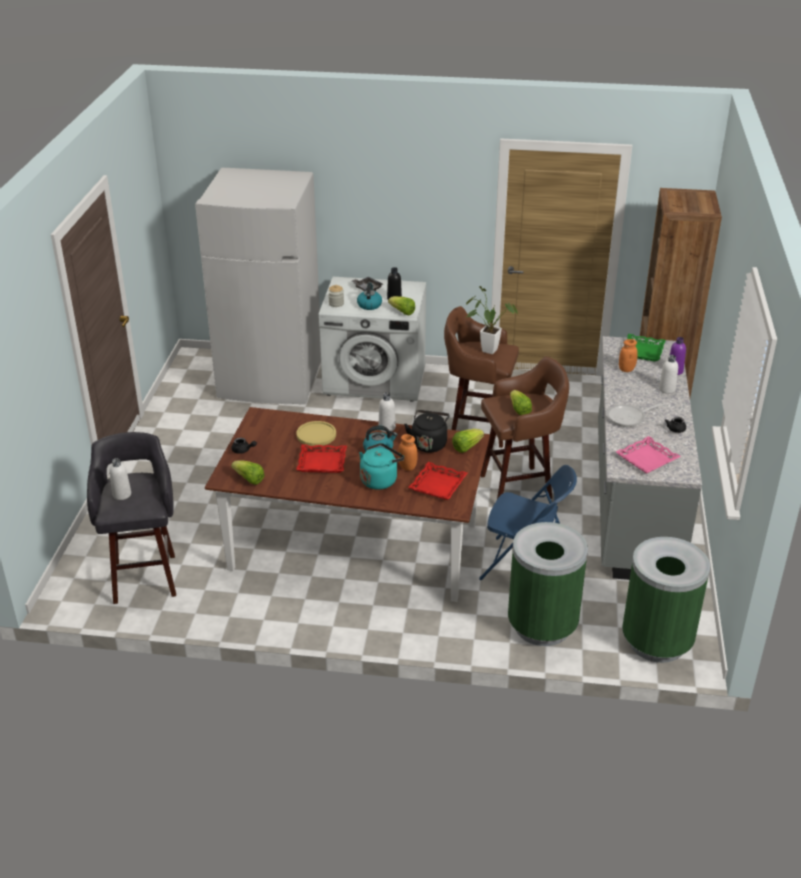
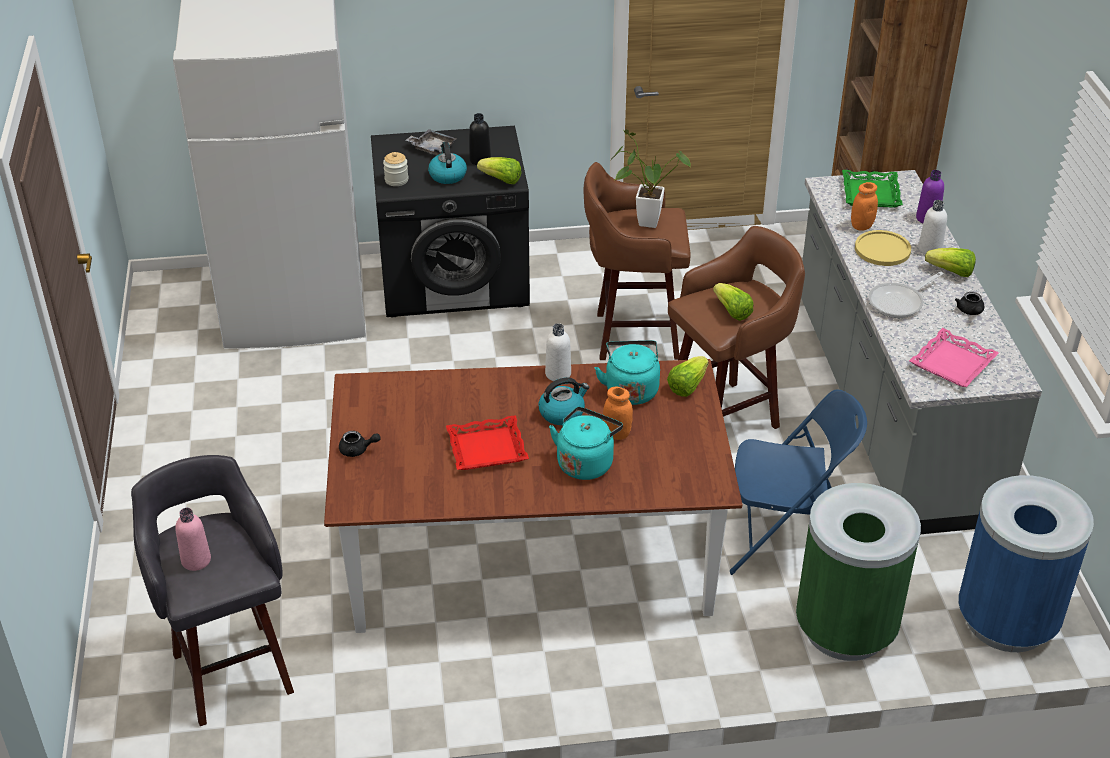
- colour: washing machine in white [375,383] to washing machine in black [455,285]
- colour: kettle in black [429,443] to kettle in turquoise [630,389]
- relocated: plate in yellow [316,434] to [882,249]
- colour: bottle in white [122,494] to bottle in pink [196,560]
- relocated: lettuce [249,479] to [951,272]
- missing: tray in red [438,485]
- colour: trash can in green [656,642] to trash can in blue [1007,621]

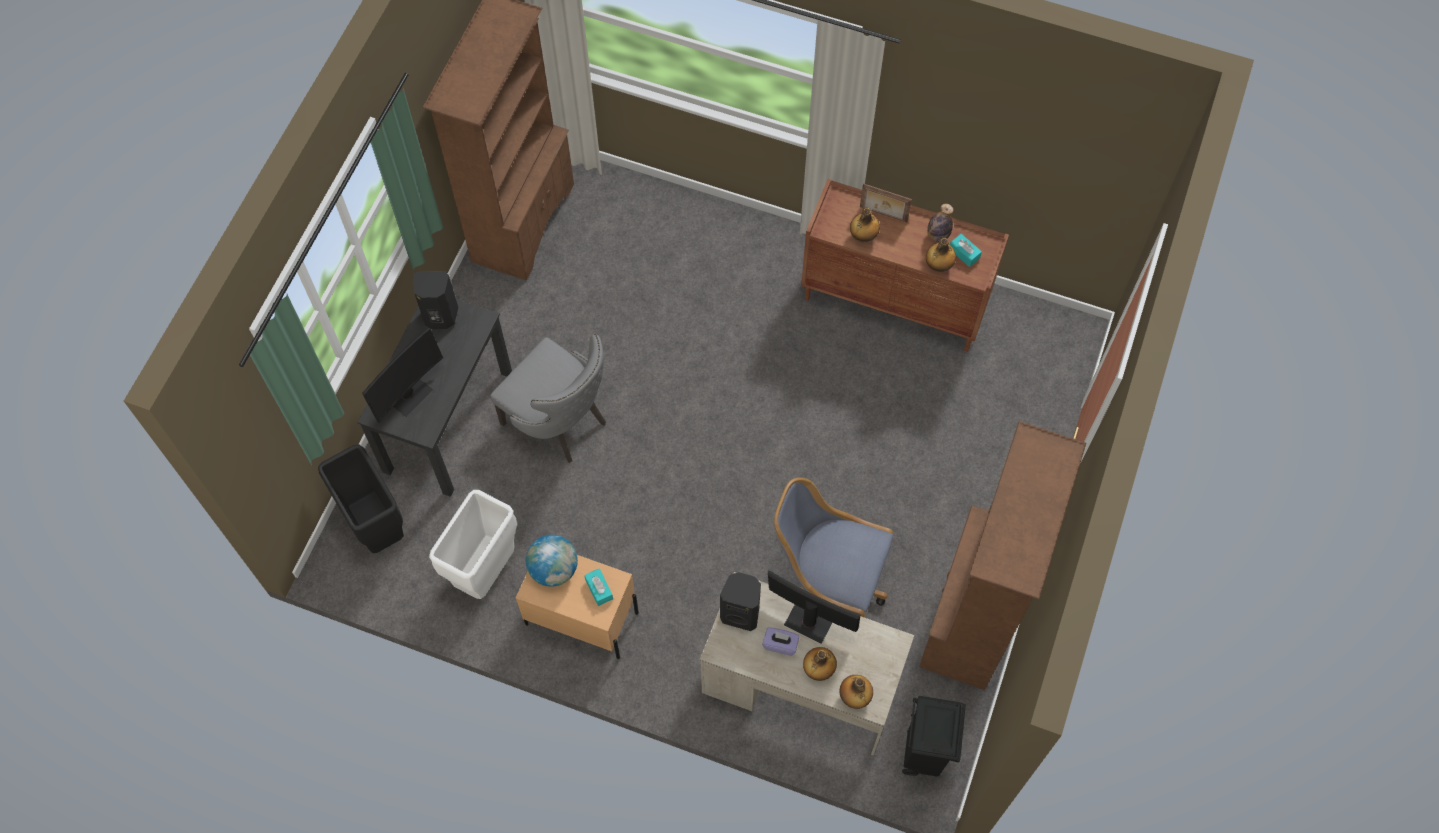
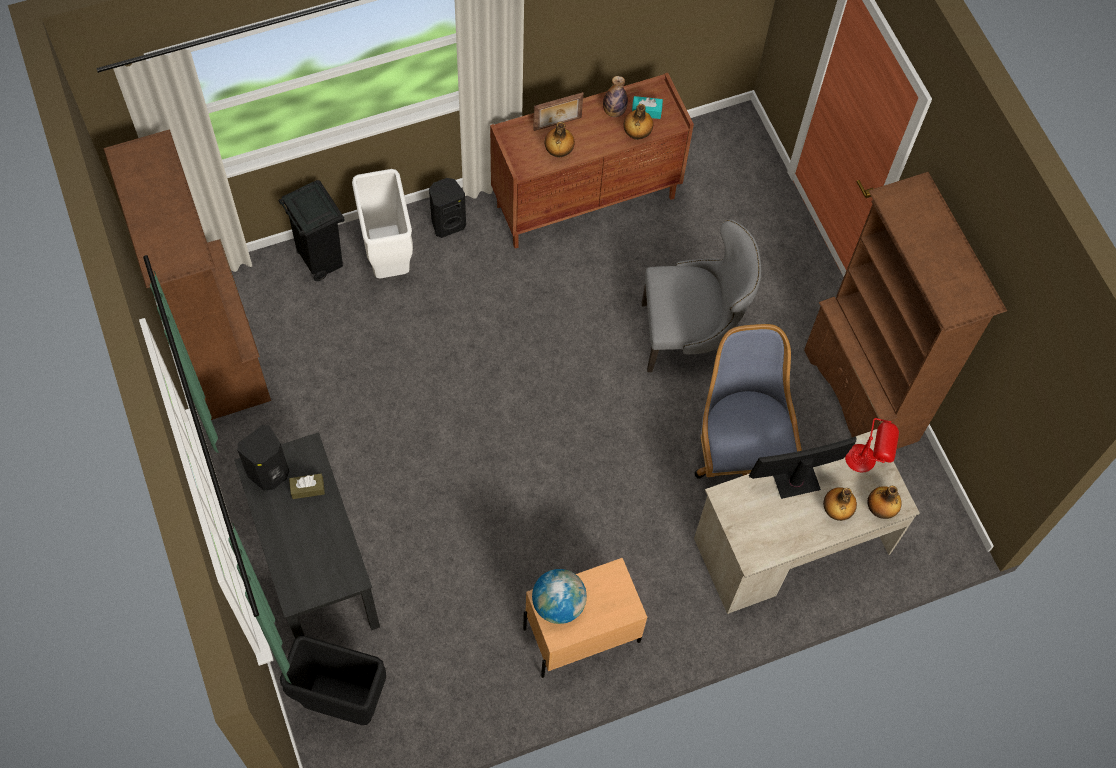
- missing: monitor [408,395]
- relocated: chair in grey [559,421] to [689,335]
- spun: office chair in blue [829,582] = [738,452] 105 degrees clockwise
- relocated: trash can in white [485,572] to [387,259]
- missing: tissue box in turquoise [599,589]
- relocated: speaker in black [741,613] to [447,223]
- missing: tissue box in purple [780,644]
- relocated: trash can in black [923,755] to [321,260]
- appeared: table lamp in red [867,459]
- appeared: tissue box in brown [307,489]

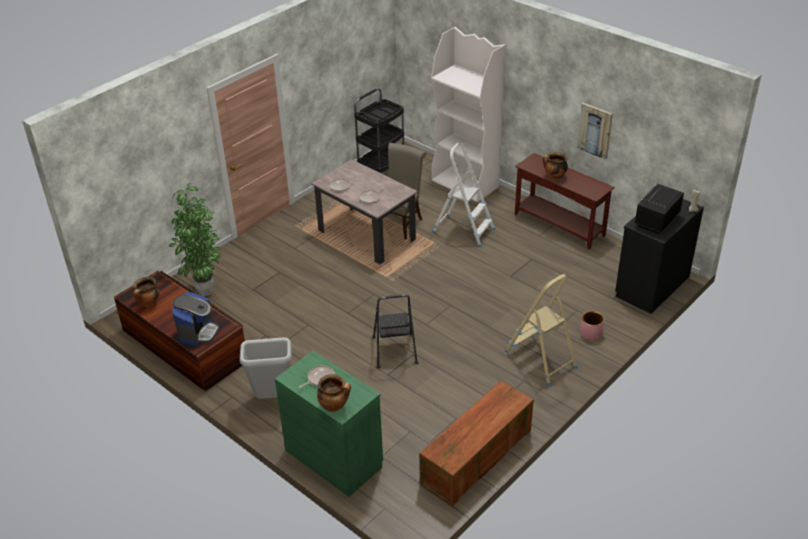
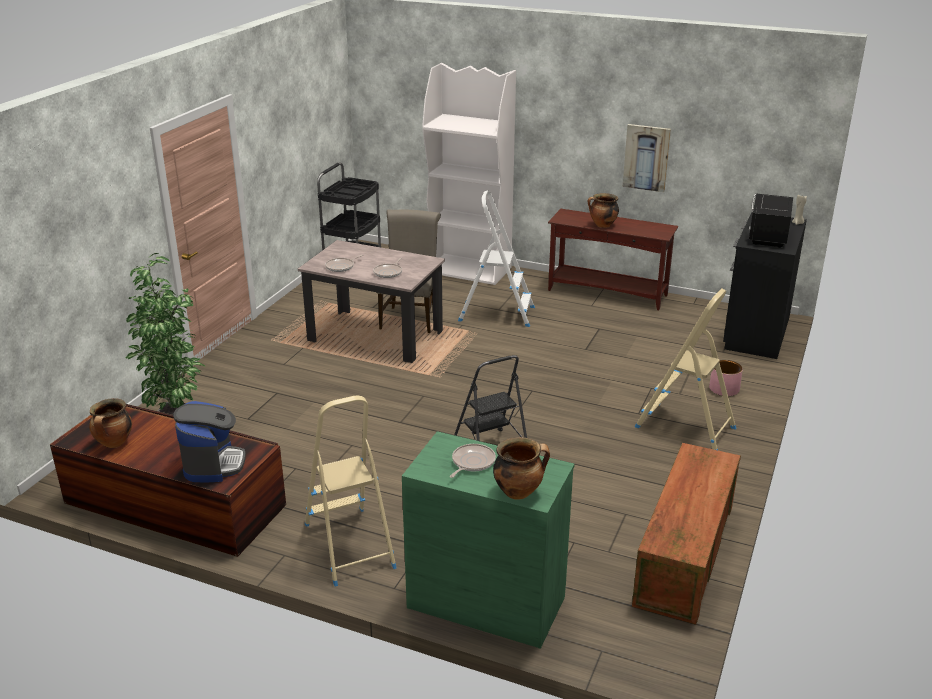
- exchanged: trash can in grey [272,398] to step ladder in beige [348,544]

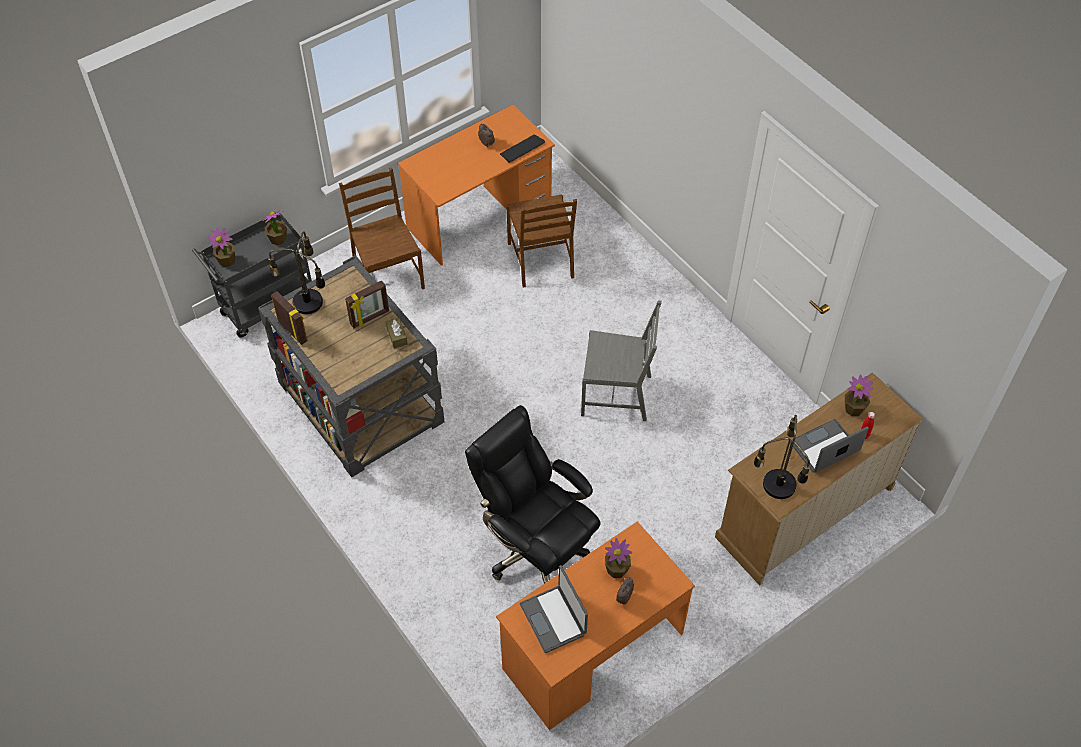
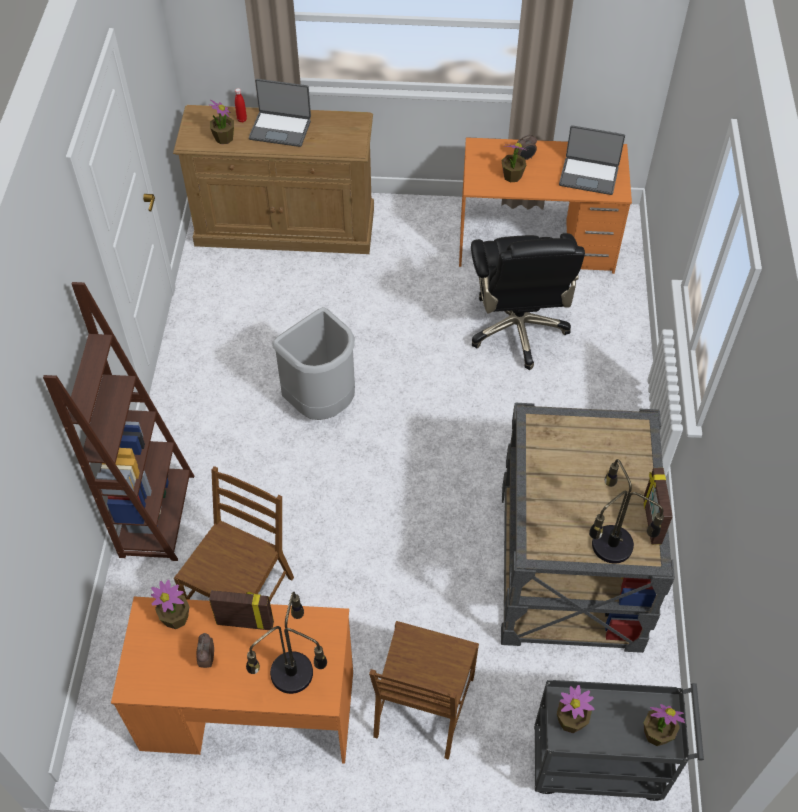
- exchanged: keyboard [522,149] to potted plant [176,618]
- relocated: picture frame [370,318] to [245,622]
- exchanged: chair in grey [617,394] to trash can in grey [322,404]
- missing: tissue box in brown [397,336]
- relocated: table lamp [778,484] to [292,674]
- spun: laptop [554,619] = [589,176] 90 degrees clockwise
- appeared: bookcase in brown [156,515]

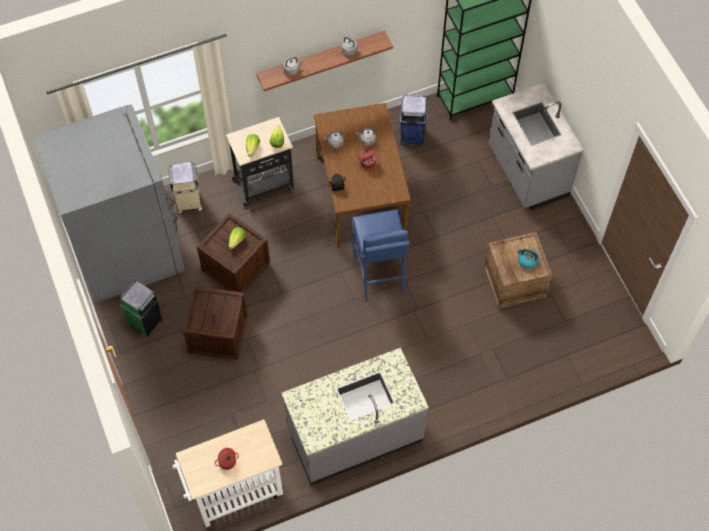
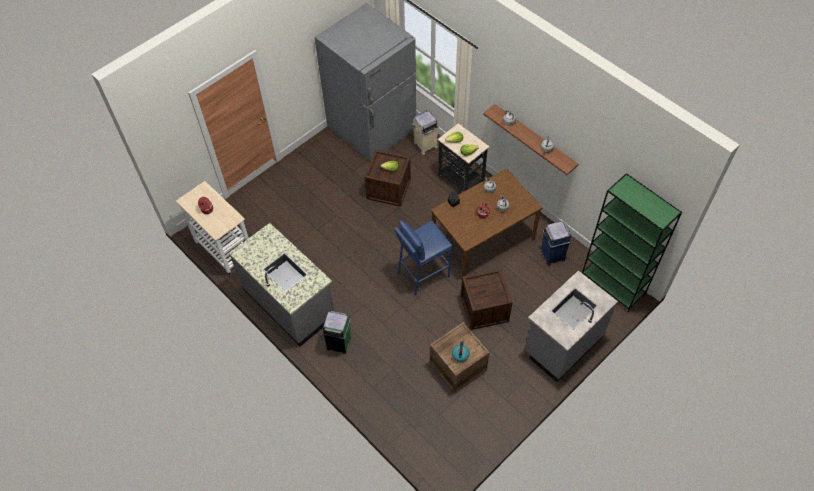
- relocated: trash can in green [145,321] to [339,343]
- relocated: crate [218,333] to [484,308]

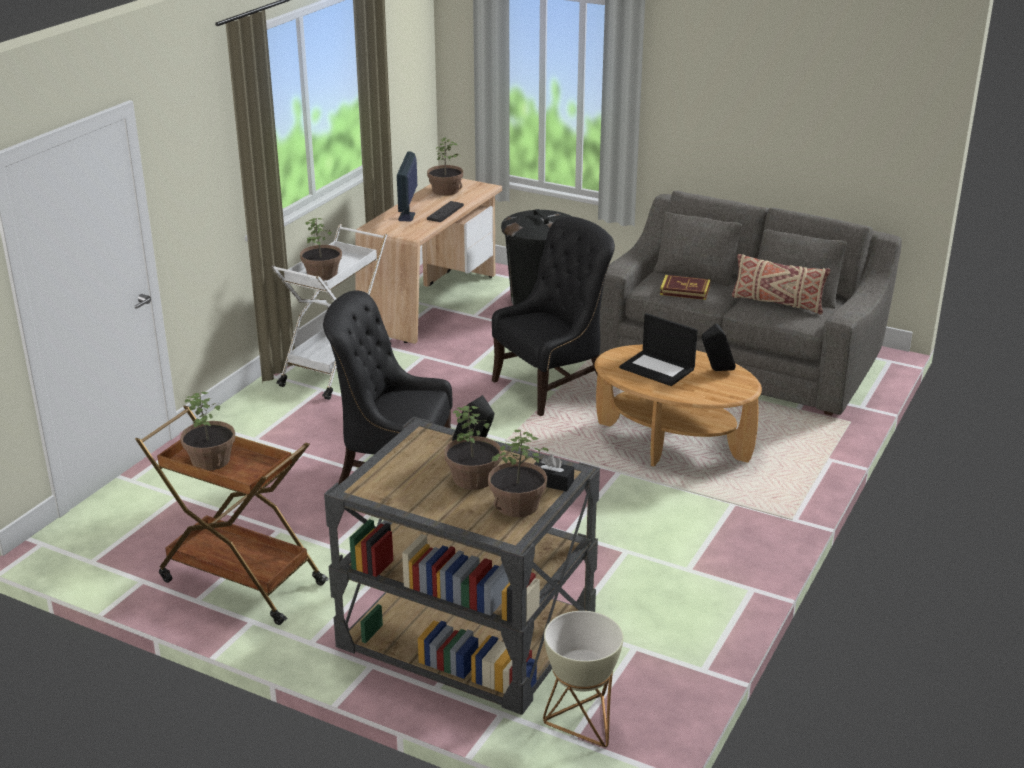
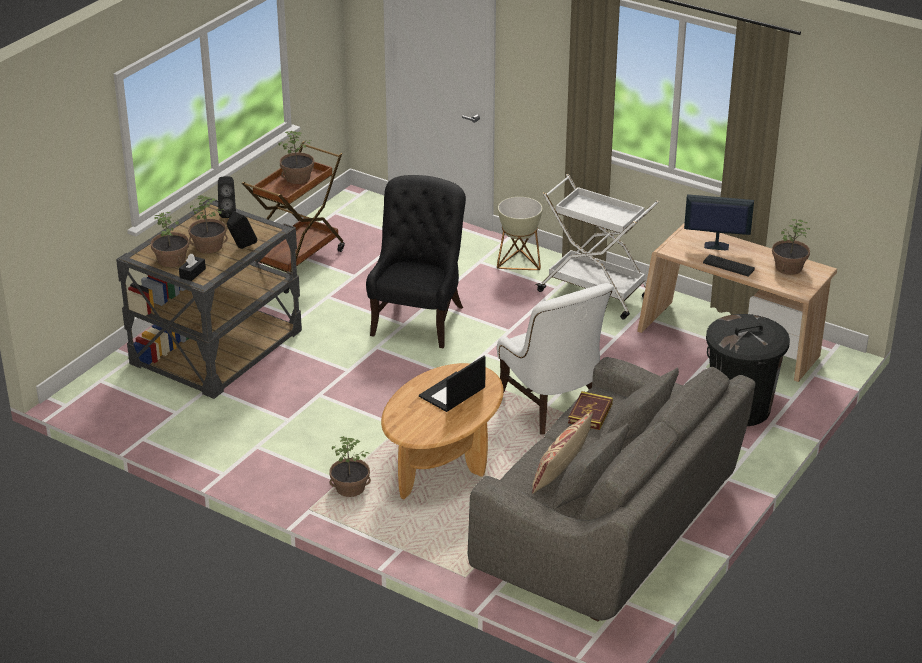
- colour: chair in black [553,386] to chair in white [554,404]
- relocated: potted plant [323,274] to [350,488]
- relocated: speaker in black [716,370] to [228,213]
- relocated: planter [581,721] to [519,262]

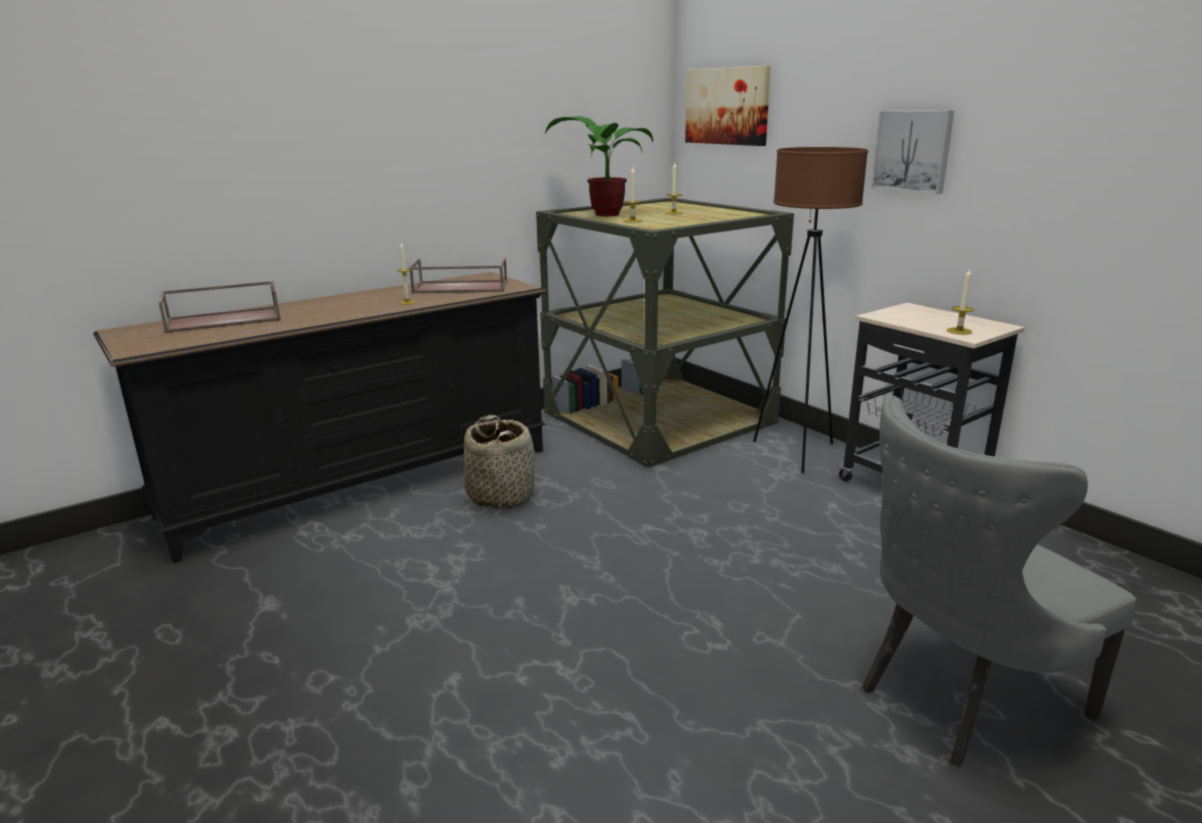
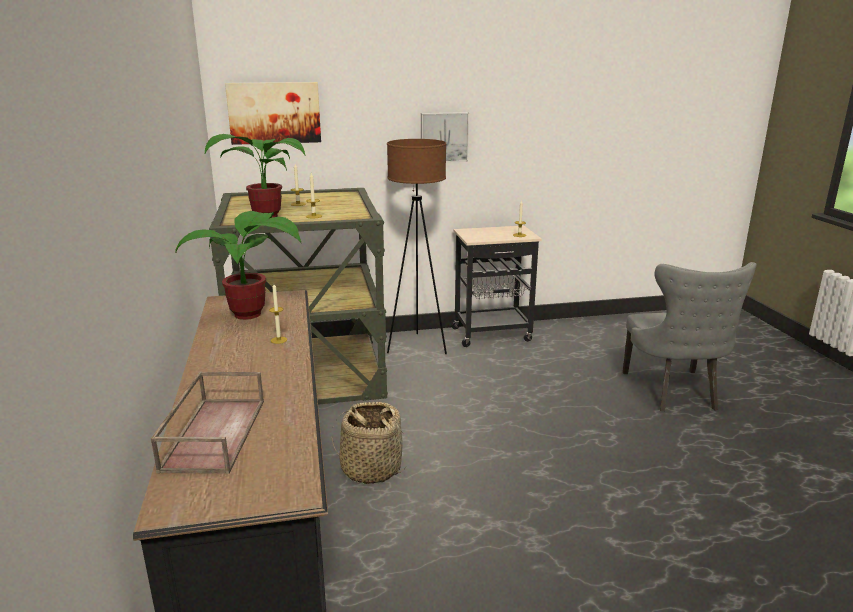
- exchanged: tray in brown [459,287] to potted plant [253,315]

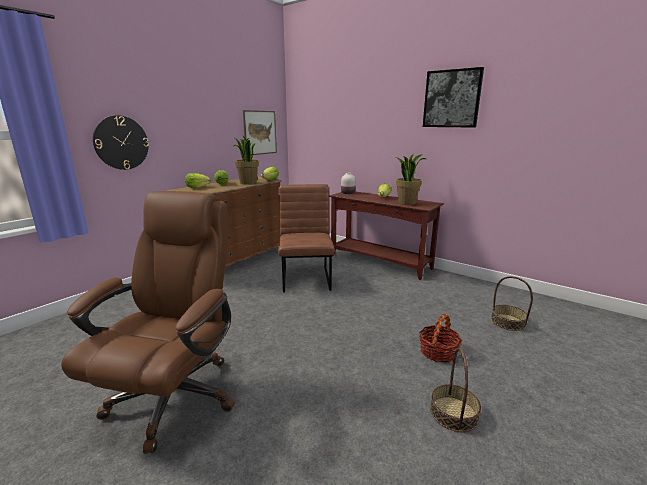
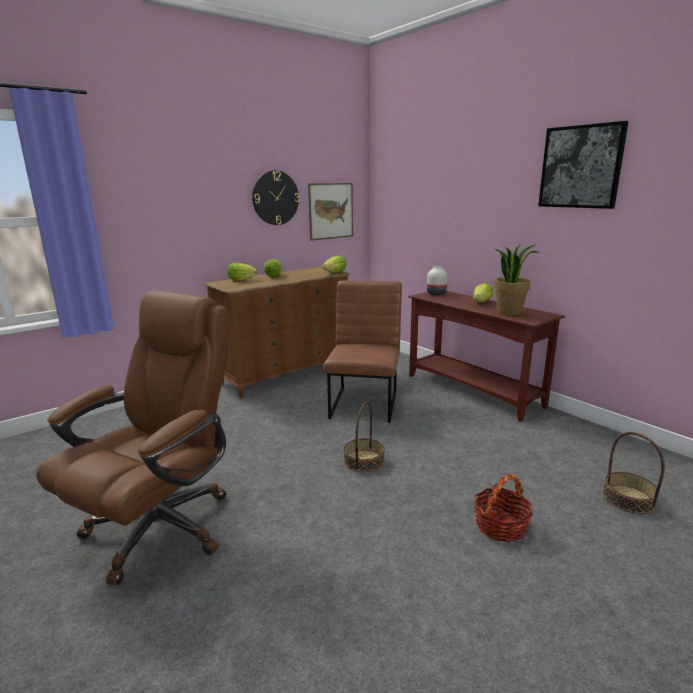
- relocated: wall clock [121,143] to [275,198]
- missing: potted plant [247,183]
- relocated: basket [454,413] to [364,461]

